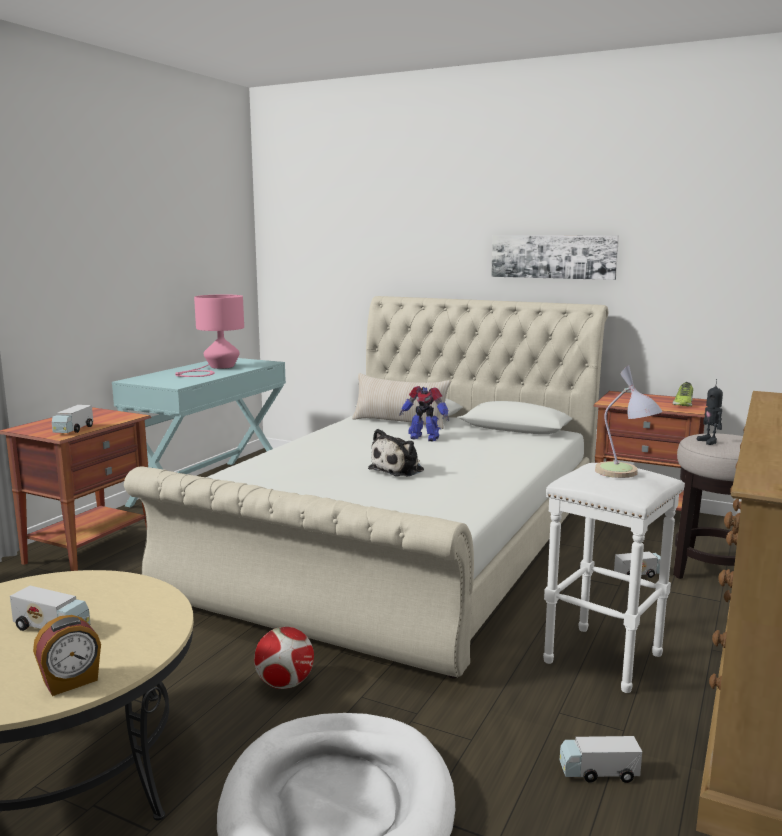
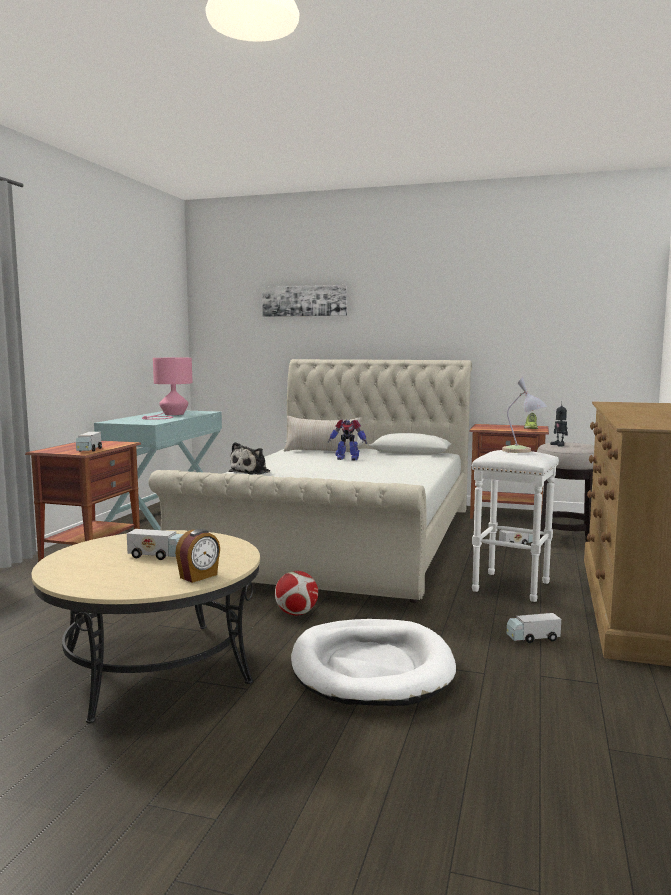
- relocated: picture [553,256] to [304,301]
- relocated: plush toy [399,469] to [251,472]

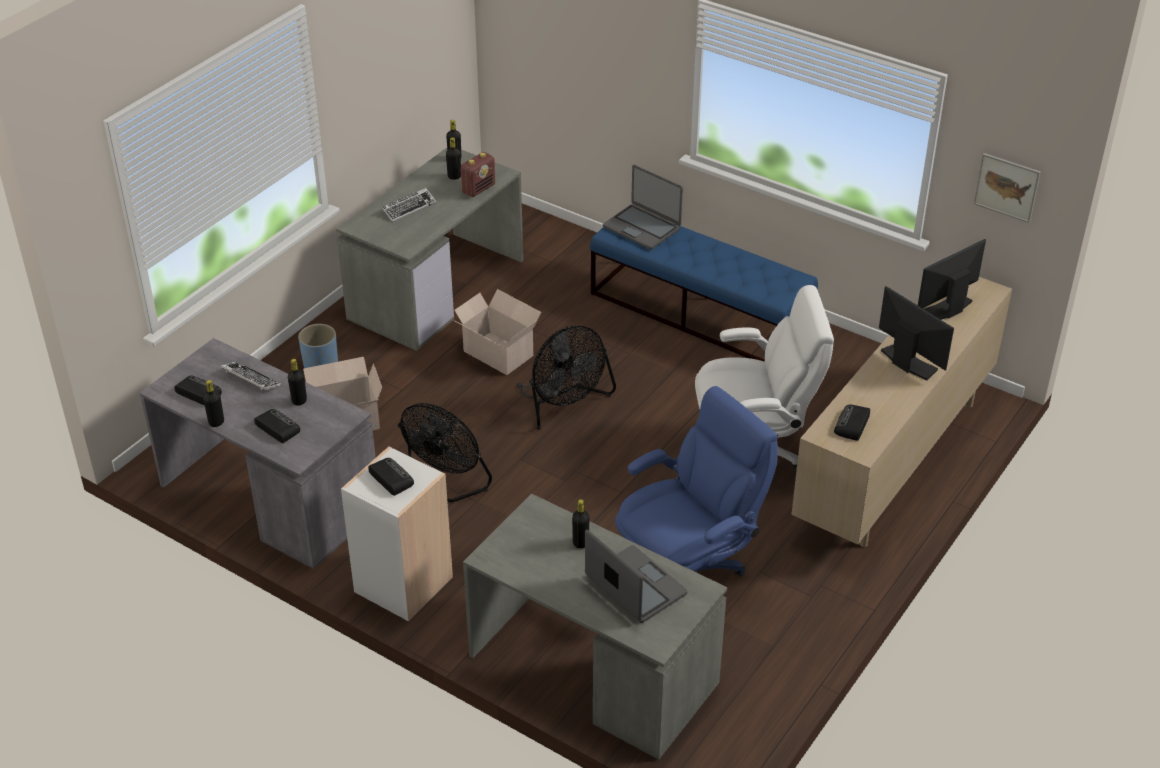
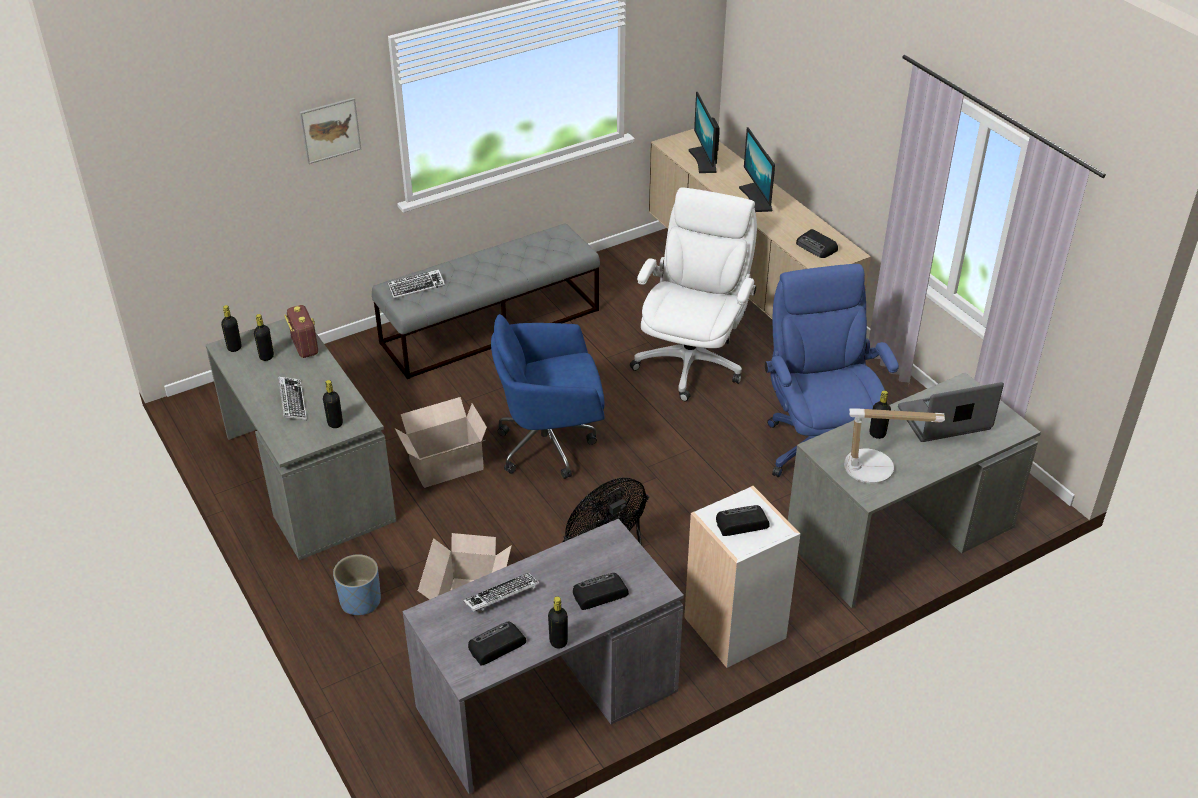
- relocated: picture [1007,187] to [330,130]
- exchanged: laptop [642,227] to keyboard [416,287]
- colour: bench in blue [700,314] to bench in grey [491,326]
- spun: monitor [908,362] = [757,198] 90 degrees counterclockwise
- exchanged: fan in black [561,403] to office chair in blue [550,447]
- relocated: bottle in black [299,401] to [335,423]
- appeared: table lamp [875,468]

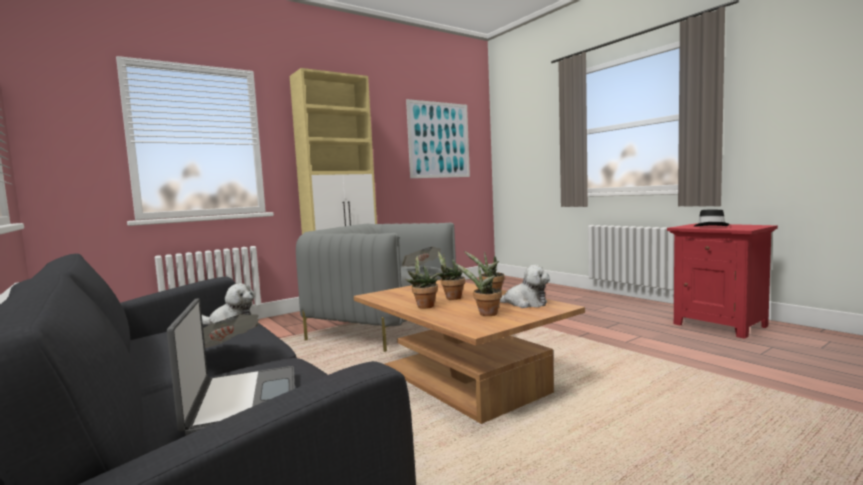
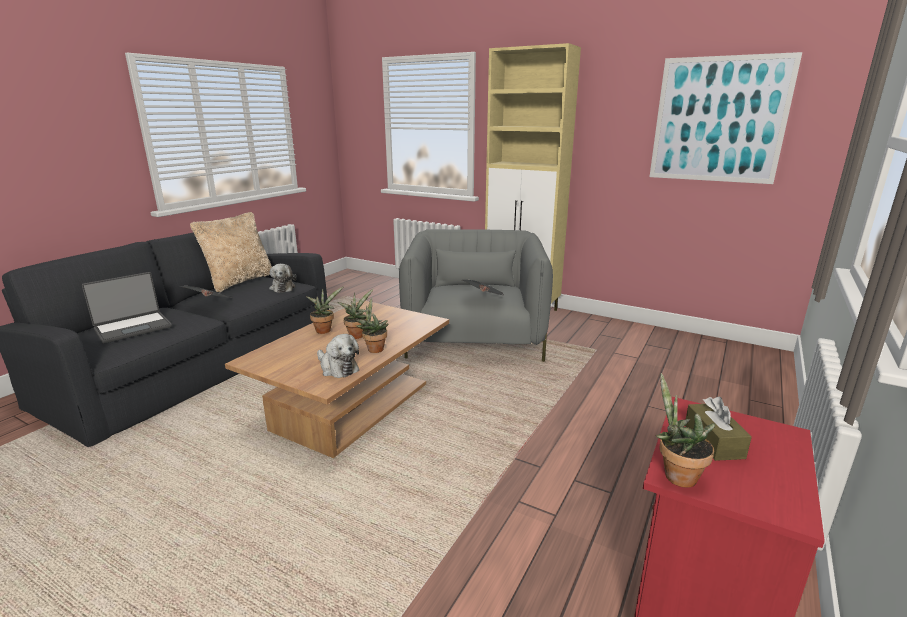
- exchanged: hat in black [711,226] to tissue box in brown [713,441]
- relocated: potted plant [485,314] to [675,475]
- spun: plush toy [524,303] = [337,368] 45 degrees counterclockwise
- appeared: pillow in beige [241,282]

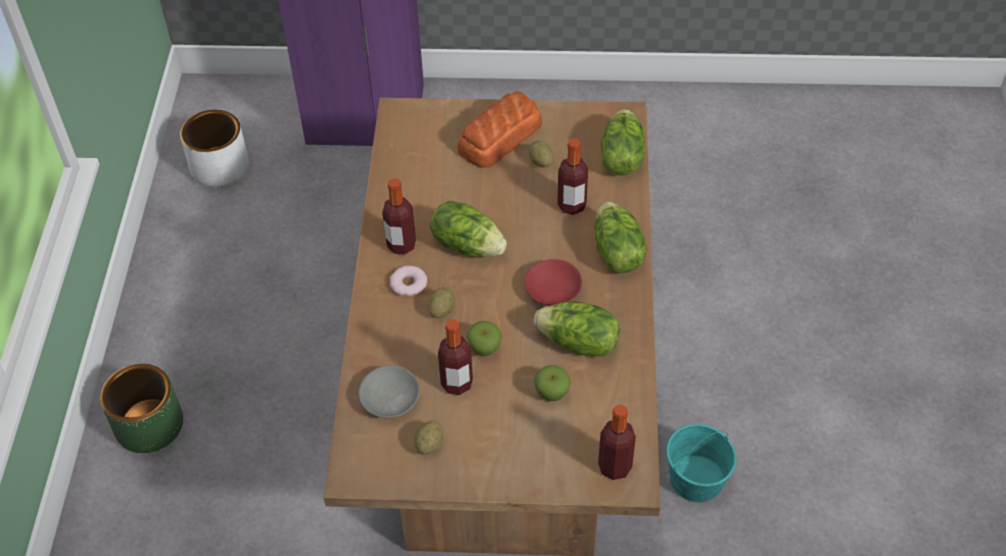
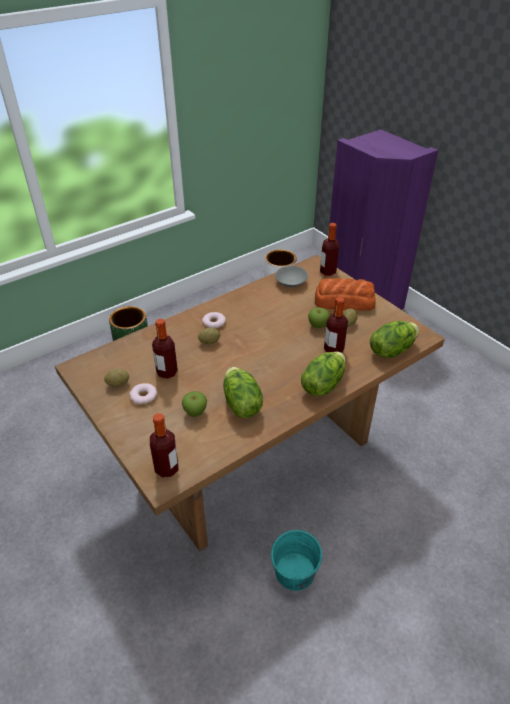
- relocated: bottle [401,245] to [328,272]
- missing: lettuce [467,244]
- missing: bowl in red [552,291]
- relocated: apple [484,349] to [317,325]
- relocated: bowl in grey [390,400] to [290,282]
- appeared: donut [143,396]

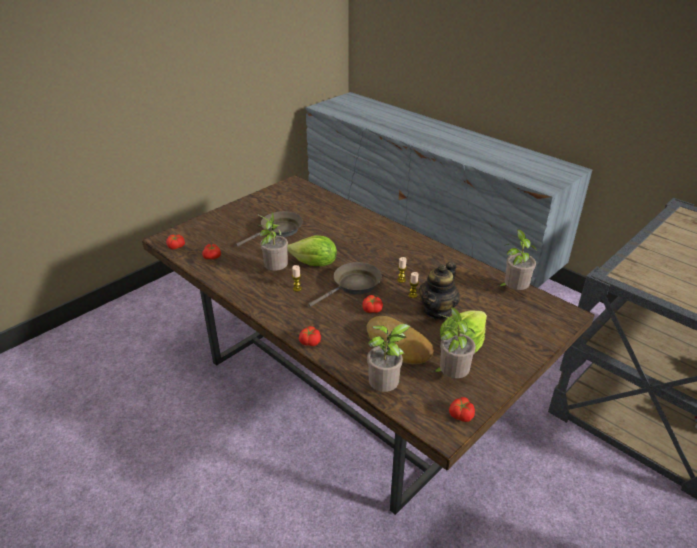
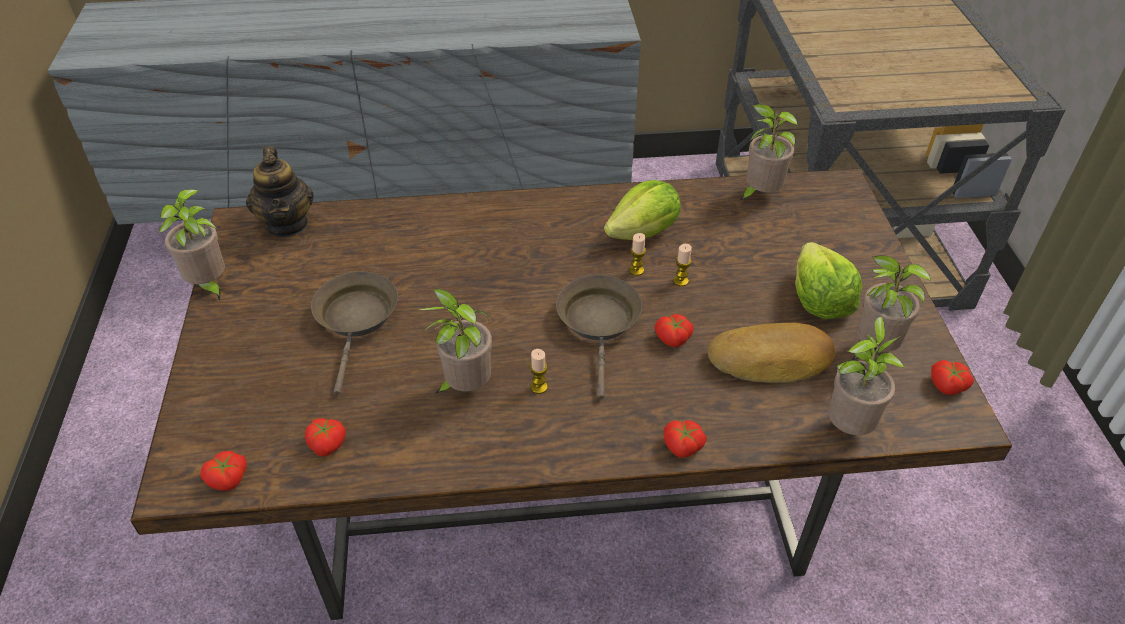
- relocated: lettuce [315,264] to [644,232]
- relocated: teapot [437,310] to [287,224]
- appeared: potted plant [209,285]

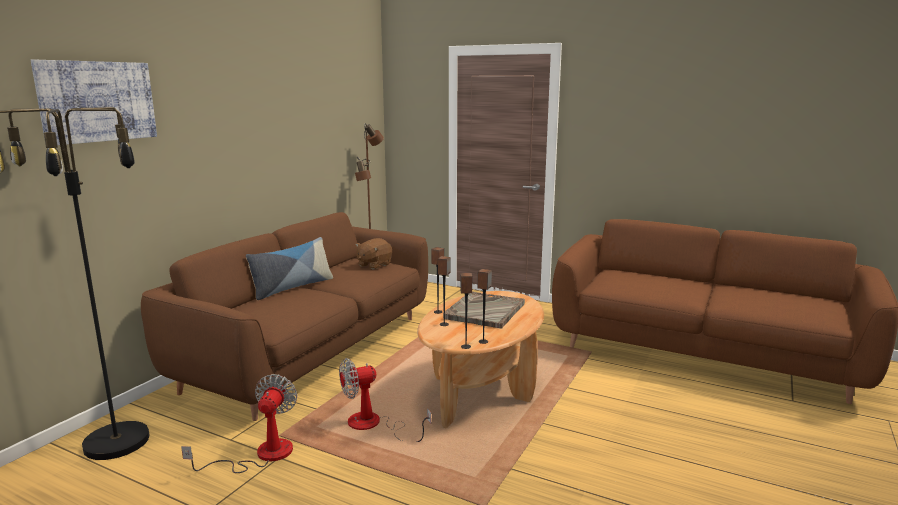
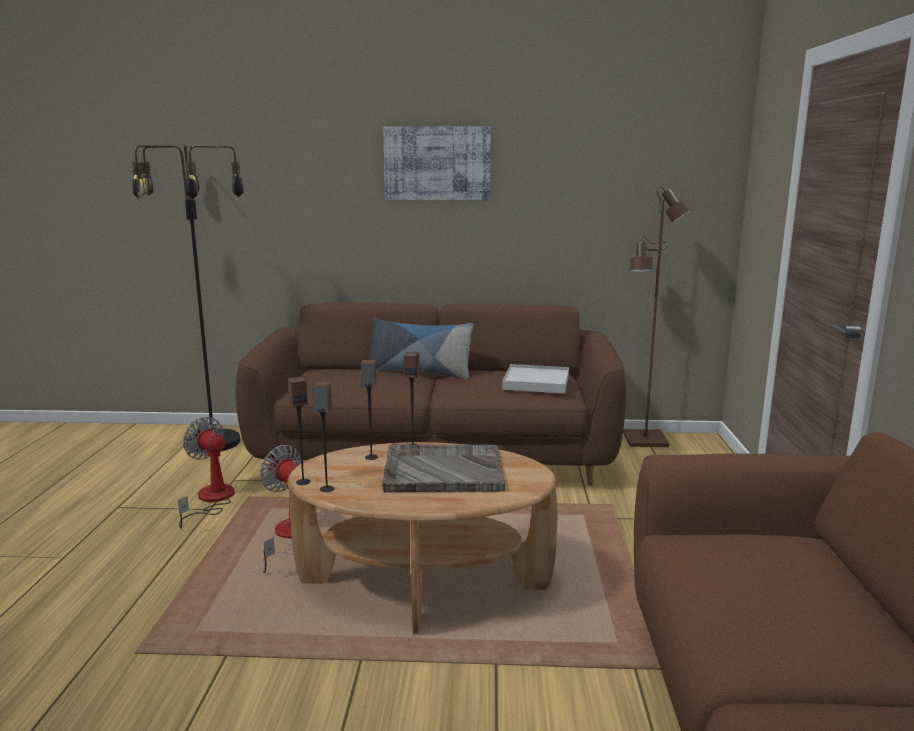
- relocated: picture [97,101] to [437,163]
- exchanged: plush toy in brown [374,265] to tray in white [536,382]
- spun: fan [261,455] = [211,500] 120 degrees counterclockwise

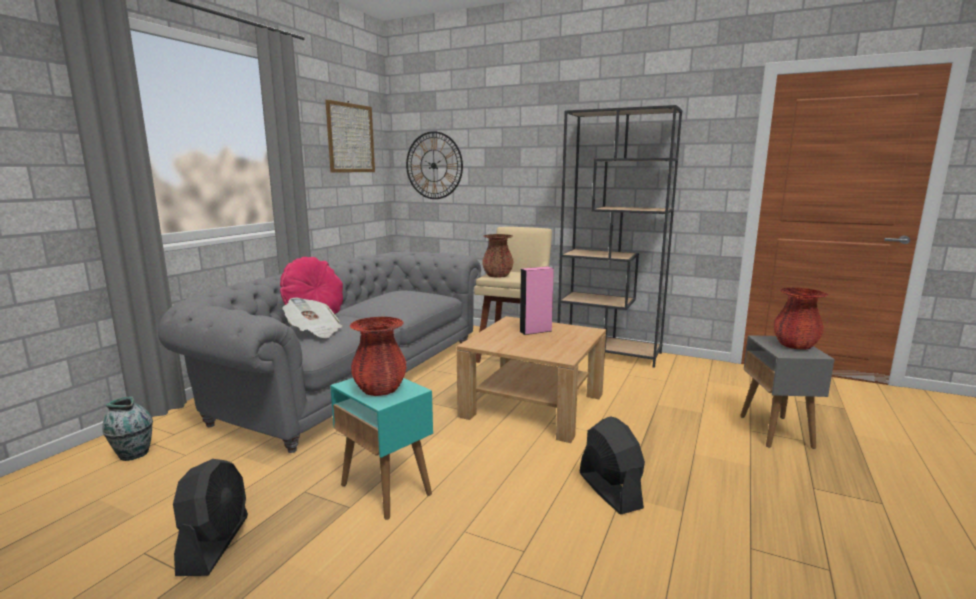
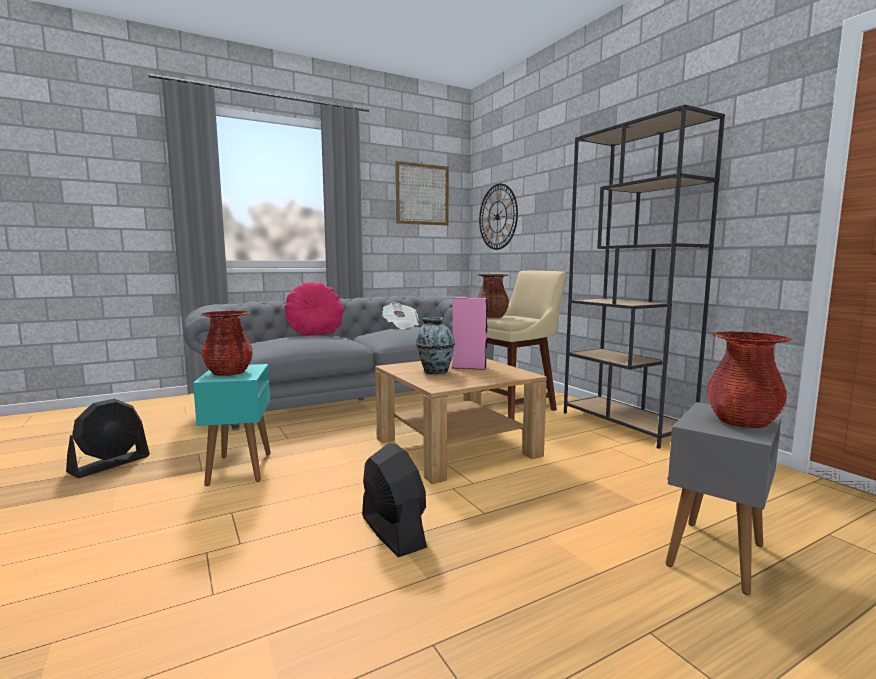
- relocated: newspaper [314,332] to [401,326]
- relocated: vase [133,454] to [435,371]
- spun: fan in black [609,490] = [392,531] 45 degrees counterclockwise

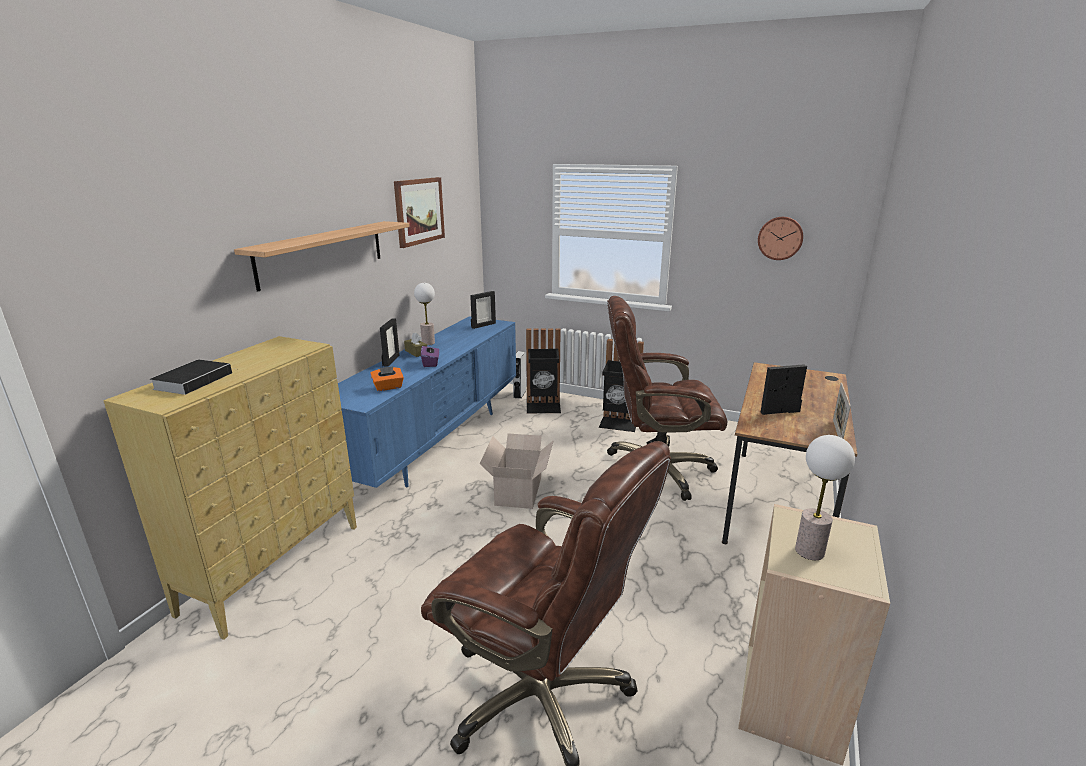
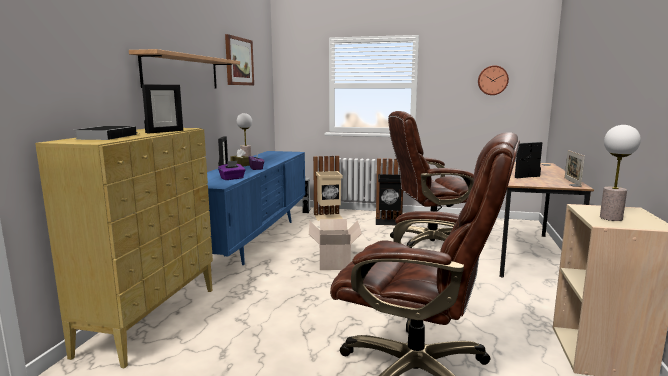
- relocated: picture frame [483,325] to [164,131]
- colour: trash can in black [543,407] to trash can in beige [328,217]
- colour: tissue box in orange [388,387] to tissue box in purple [232,178]

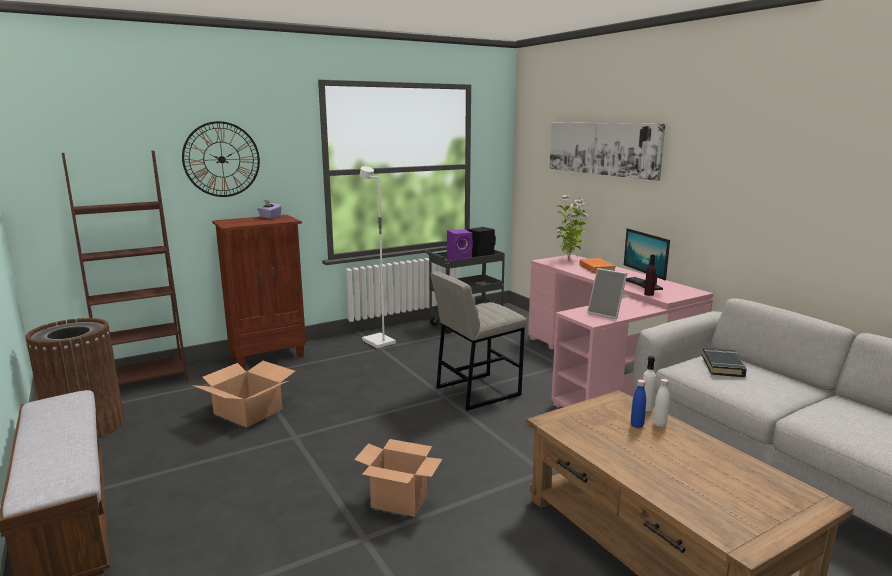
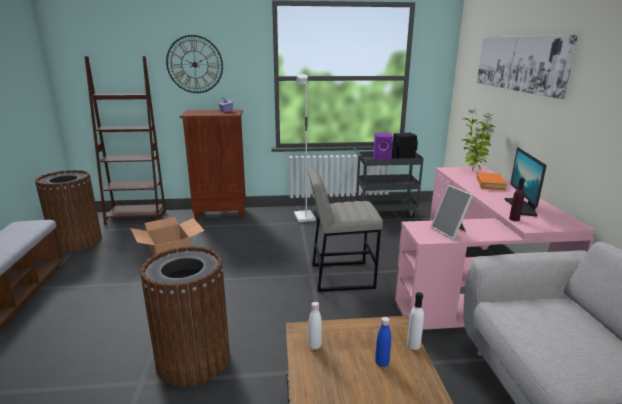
- missing: book in black [723,366]
- relocated: bottle in white [659,424] to [314,346]
- exchanged: cardboard box [400,502] to trash can in brown [193,359]

